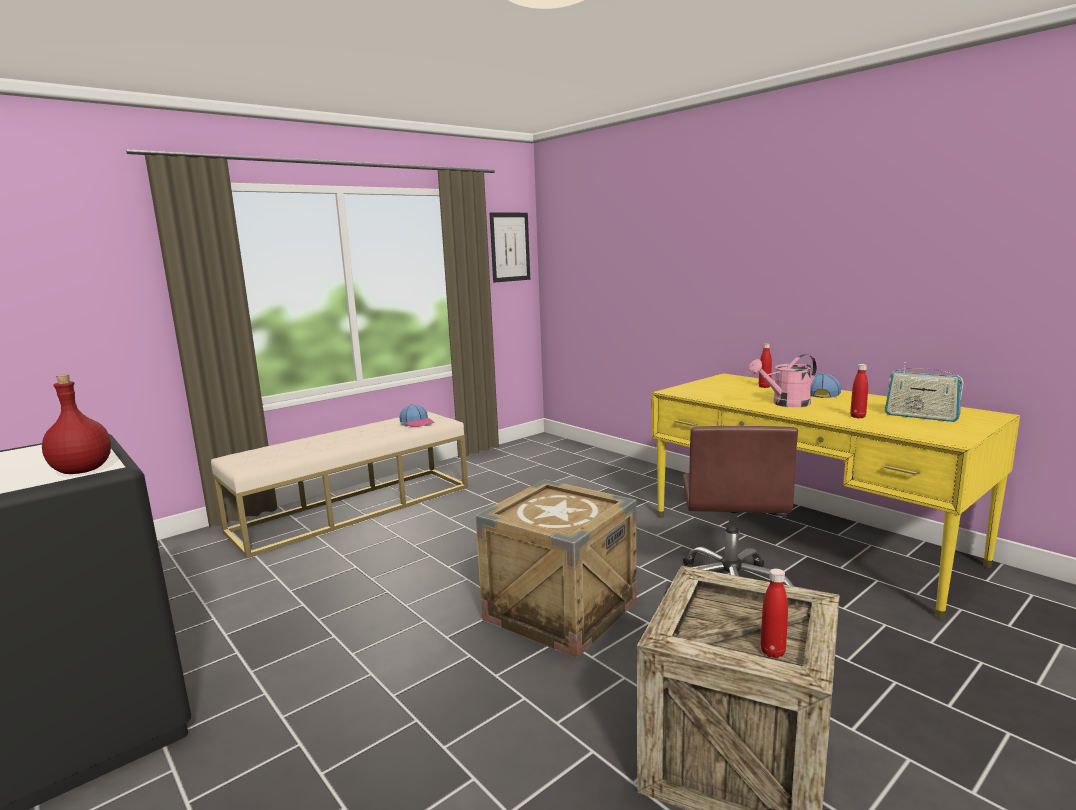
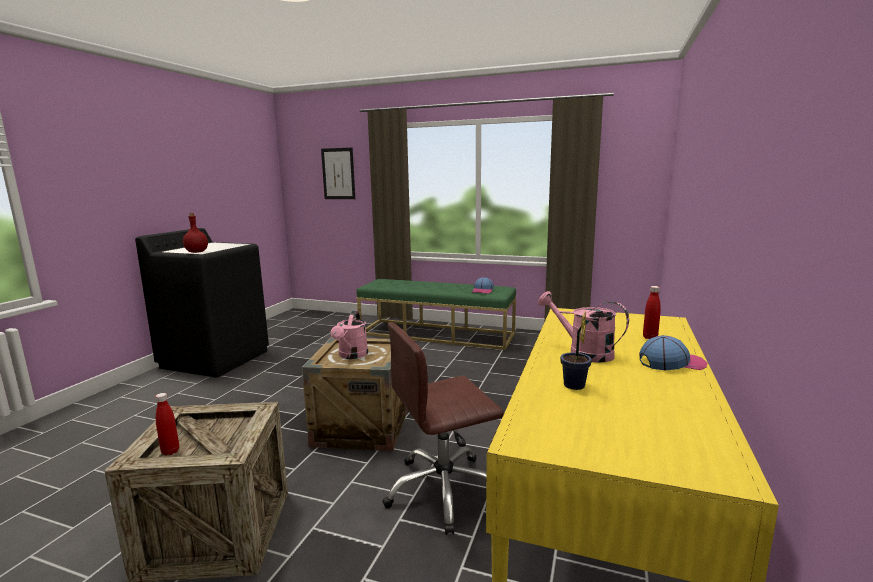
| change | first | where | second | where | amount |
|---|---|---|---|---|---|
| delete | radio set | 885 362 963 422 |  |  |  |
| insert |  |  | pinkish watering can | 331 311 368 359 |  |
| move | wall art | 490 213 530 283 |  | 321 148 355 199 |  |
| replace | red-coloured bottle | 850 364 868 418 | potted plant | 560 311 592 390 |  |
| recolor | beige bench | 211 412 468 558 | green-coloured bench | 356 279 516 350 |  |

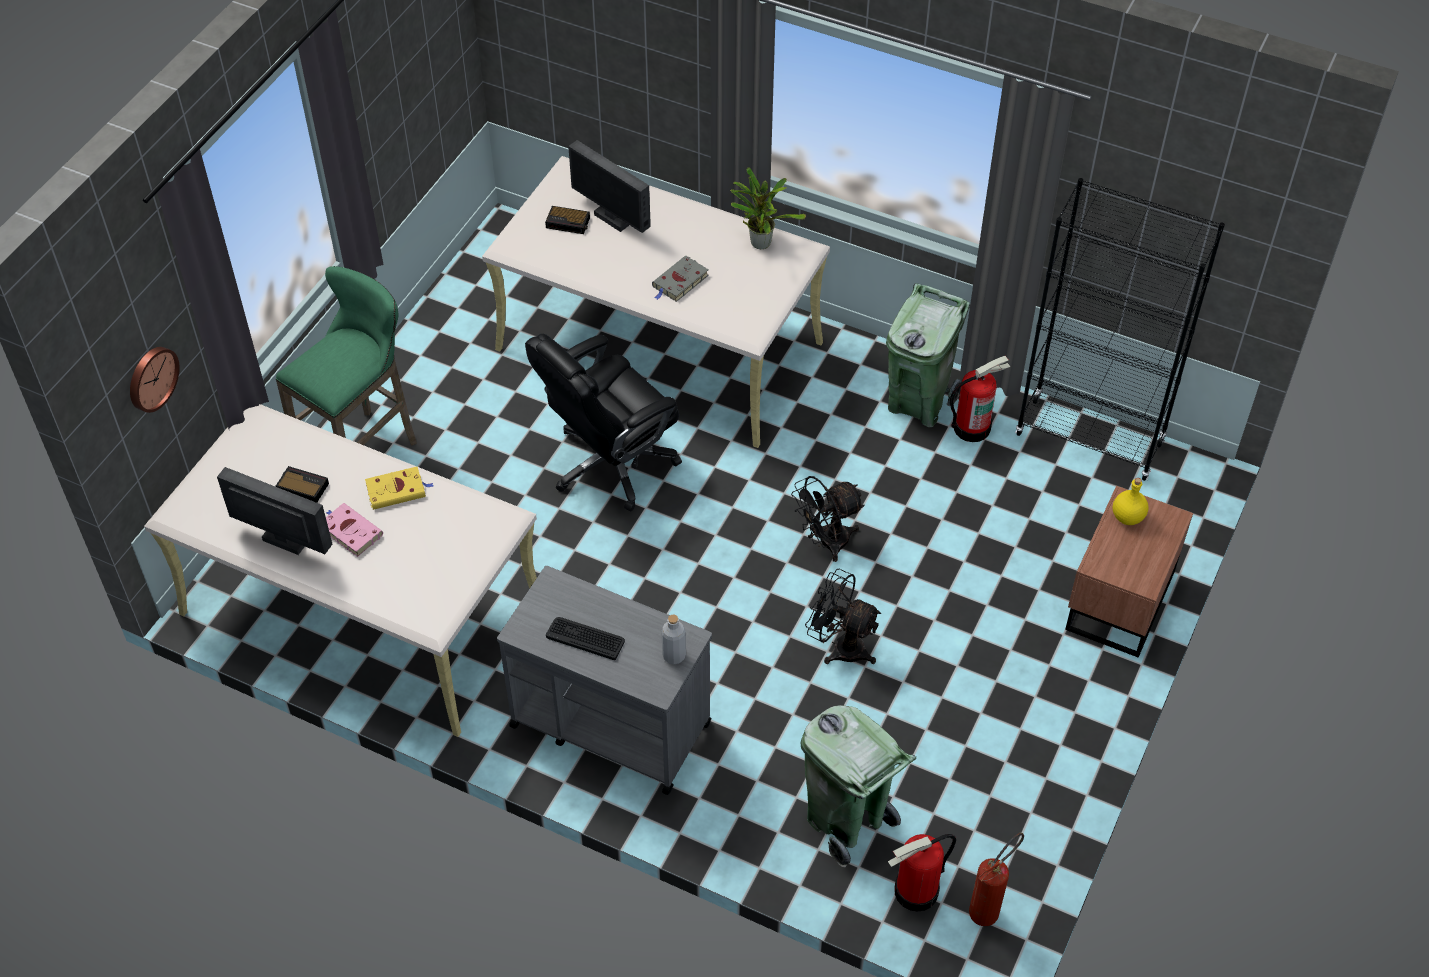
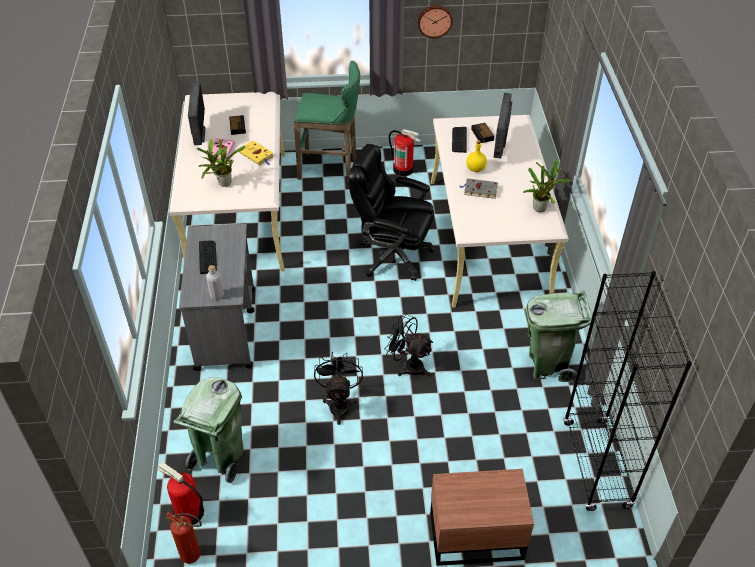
| change | first | where | second | where | amount |
|---|---|---|---|---|---|
| insert |  |  | potted plant | 197 139 246 187 |  |
| insert |  |  | computer keyboard | 452 127 467 153 |  |
| move | hanging clock | 130 347 180 413 |  | 418 5 452 38 |  |
| move | fire extinguisher | 950 356 1011 442 |  | 389 129 421 176 |  |
| move | yellow bottle | 1113 478 1149 525 |  | 466 140 487 172 |  |

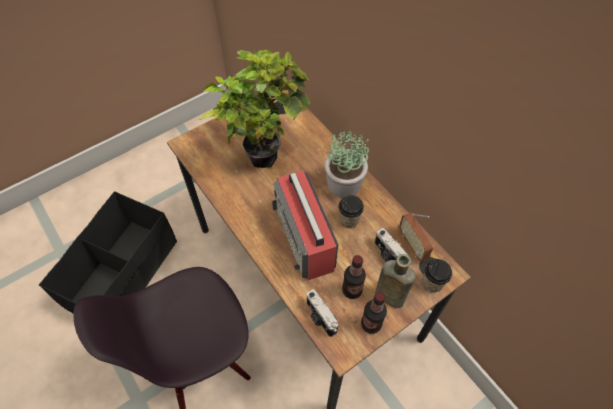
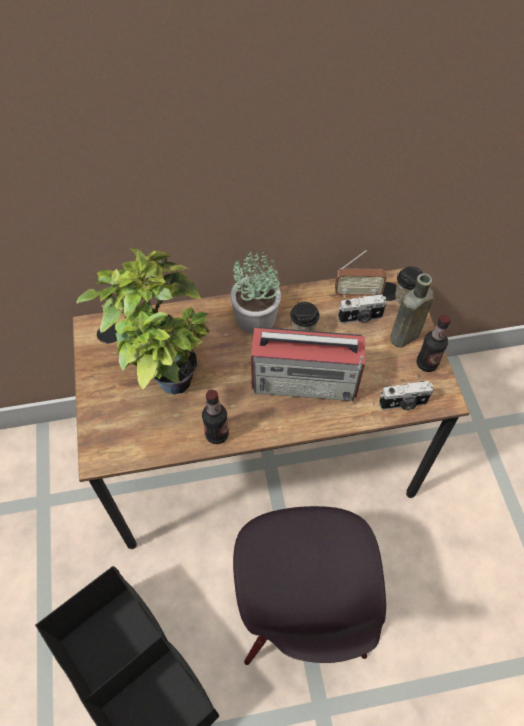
| change | first | where | second | where | amount |
|---|---|---|---|---|---|
| move | bottle | 342 255 366 299 |  | 202 390 229 444 |  |

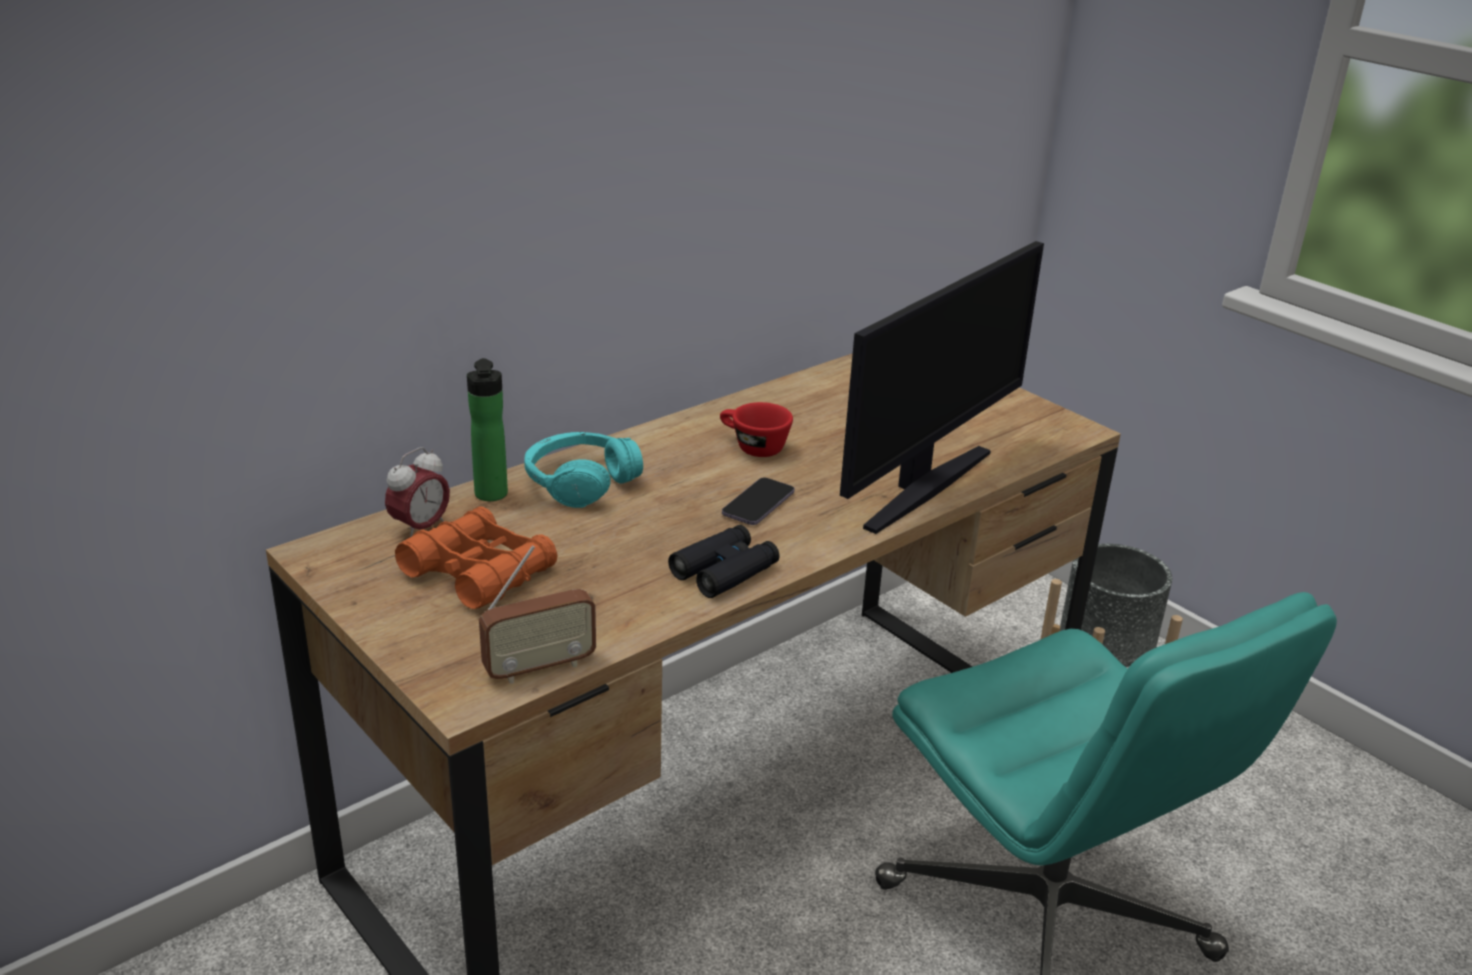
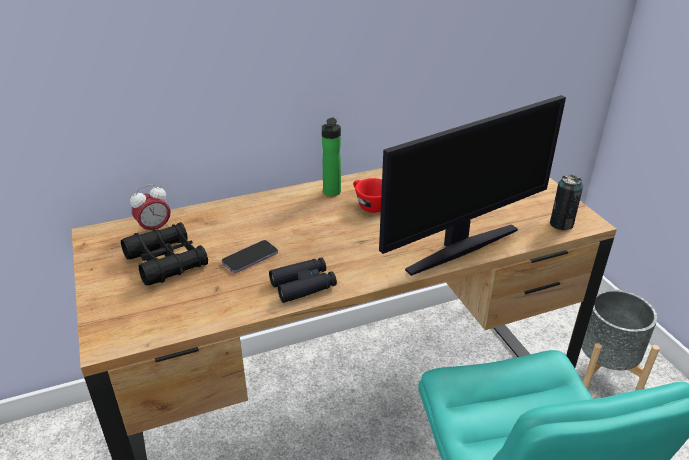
| change | first | where | second | where | amount |
|---|---|---|---|---|---|
| delete | radio set | 479 546 596 684 |  |  |  |
| delete | blue-green headphones | 524 432 643 508 |  |  |  |
| insert |  |  | sealed can | 550 175 583 230 |  |
| move | bottle | 467 358 508 501 |  | 322 117 341 196 |  |
| move | telephone | 722 477 794 525 |  | 222 240 278 273 |  |
| recolor | orange-coloured pair of binoculars | 395 506 558 609 | blackish pair of binoculars | 121 222 208 286 |  |

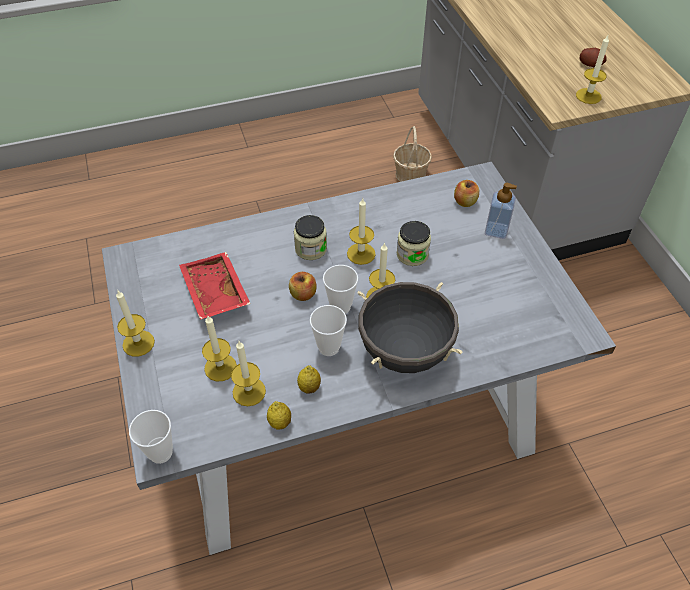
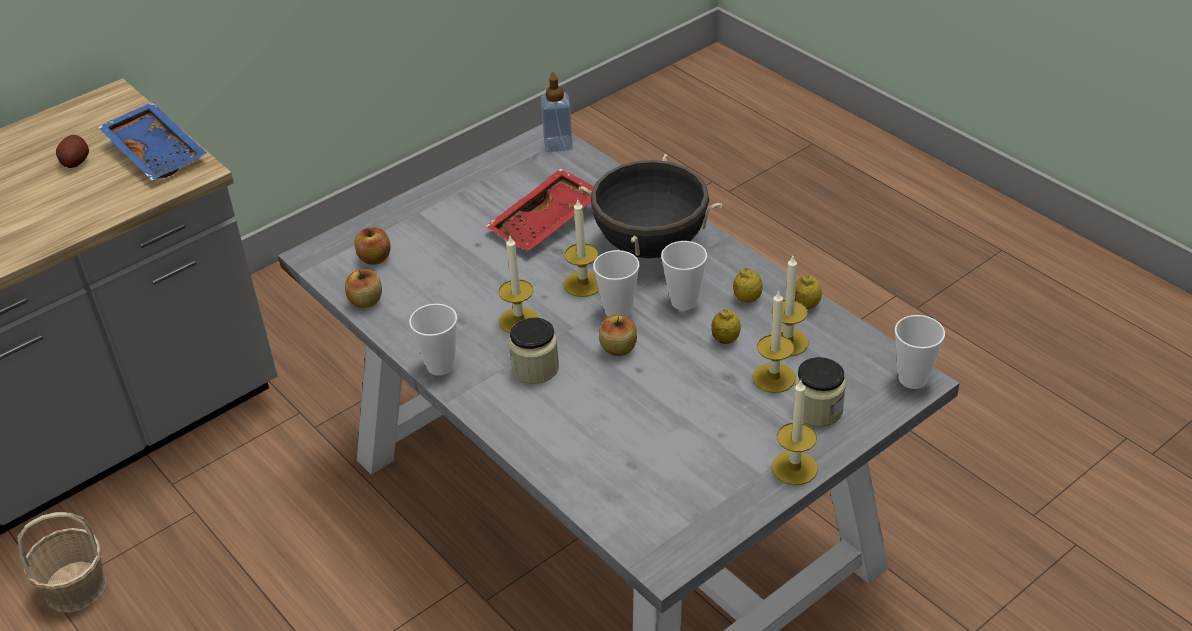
| change | first | where | second | where | amount |
|---|---|---|---|---|---|
| insert |  |  | apple fruit | 345 269 382 308 |  |
| insert |  |  | cup | 409 304 457 376 |  |
| insert |  |  | lemon | 711 309 741 344 |  |
| move | red-coloured carrying tray | 179 252 251 320 |  | 485 168 594 251 |  |
| move | jar | 397 221 431 266 |  | 793 357 846 427 |  |
| move | liquid soap bottle | 485 183 517 239 |  | 541 72 573 152 |  |
| replace | wax candle | 576 35 609 104 | blue carrying tray | 98 102 207 181 |  |

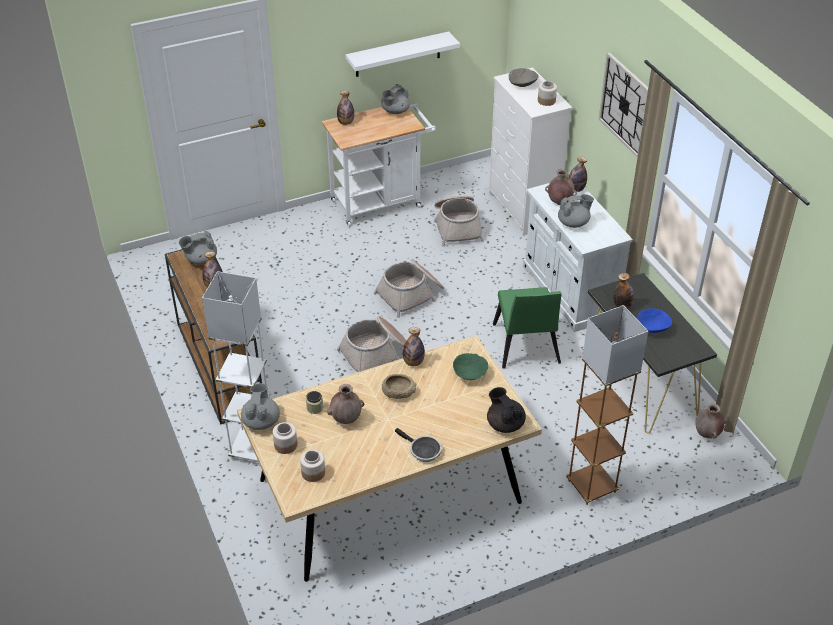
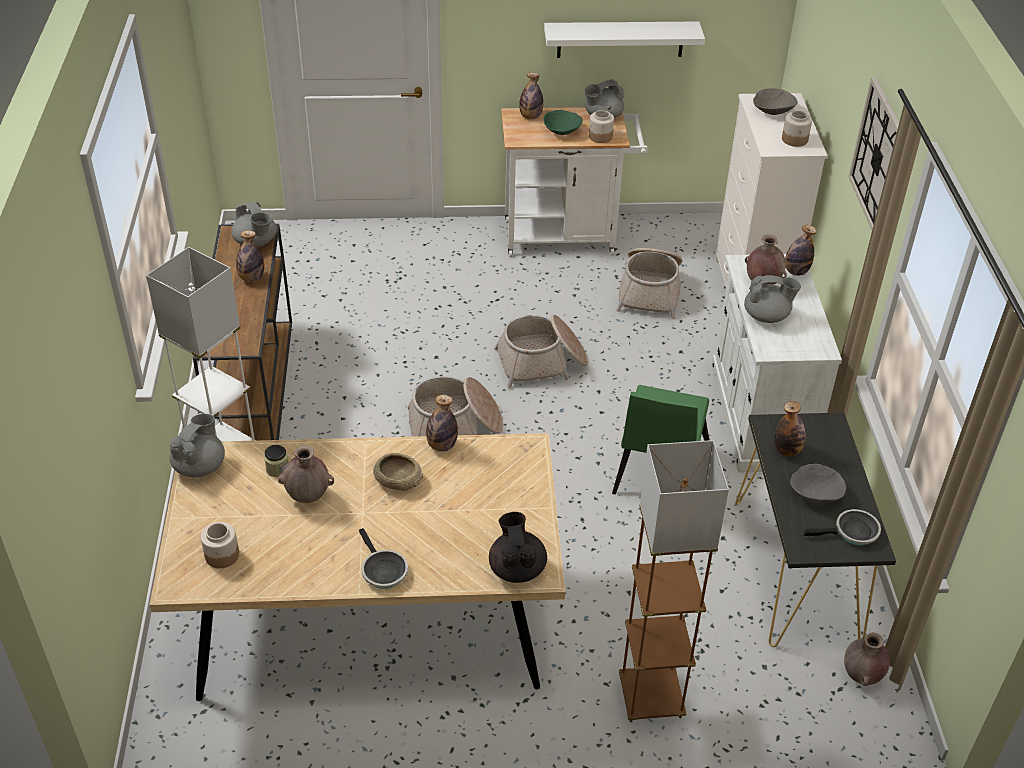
| change | first | where | second | where | amount |
|---|---|---|---|---|---|
| insert |  |  | skillet | 804 509 881 545 |  |
| move | jar | 273 422 298 454 |  | 589 110 614 143 |  |
| move | green-coloured bowl | 453 353 488 380 |  | 543 110 583 135 |  |
| recolor | blue bowl | 636 308 672 333 | gray bowl | 790 464 846 503 |  |
| rotate | gray pot for tea | 179 231 217 265 |  | 231 202 277 247 | 120 degrees counterclockwise |

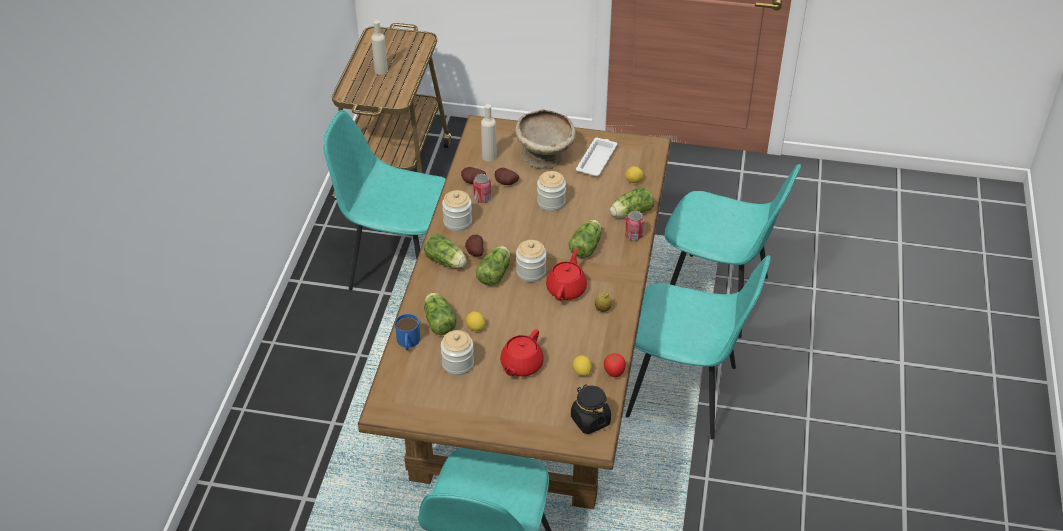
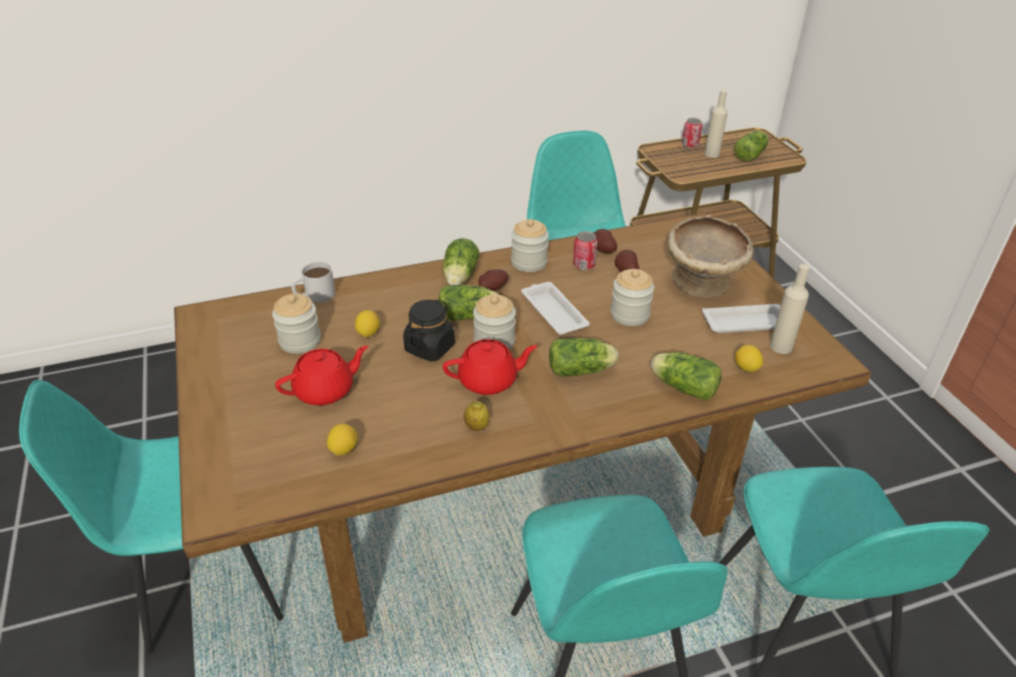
| change | first | where | second | where | amount |
|---|---|---|---|---|---|
| delete | fresh tomato | 604 353 626 377 |  |  |  |
| insert |  |  | whitish carrying tray | 521 282 590 335 |  |
| move | head of lettuce | 424 293 457 335 |  | 734 131 768 162 |  |
| move | beige bottle | 481 104 497 162 |  | 770 264 810 354 |  |
| move | blackish jar | 571 384 611 434 |  | 403 300 455 361 |  |
| move | sealed can | 625 211 644 241 |  | 682 118 702 148 |  |
| recolor | blue tea mug | 395 314 420 350 | whitish tea mug | 291 262 335 303 |  |
| rotate | red-coloured pot for tea | 500 329 544 376 |  | 275 346 368 406 | 150 degrees clockwise |

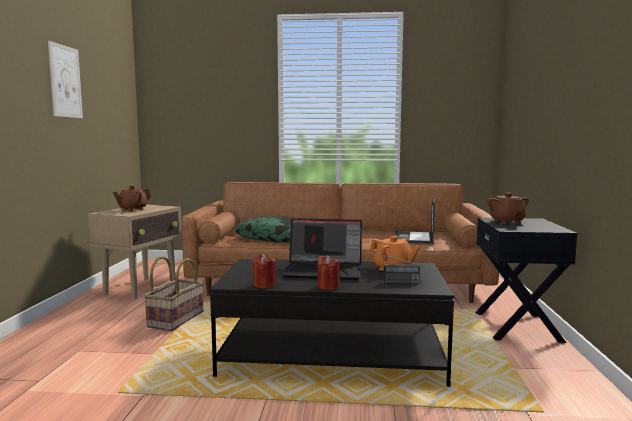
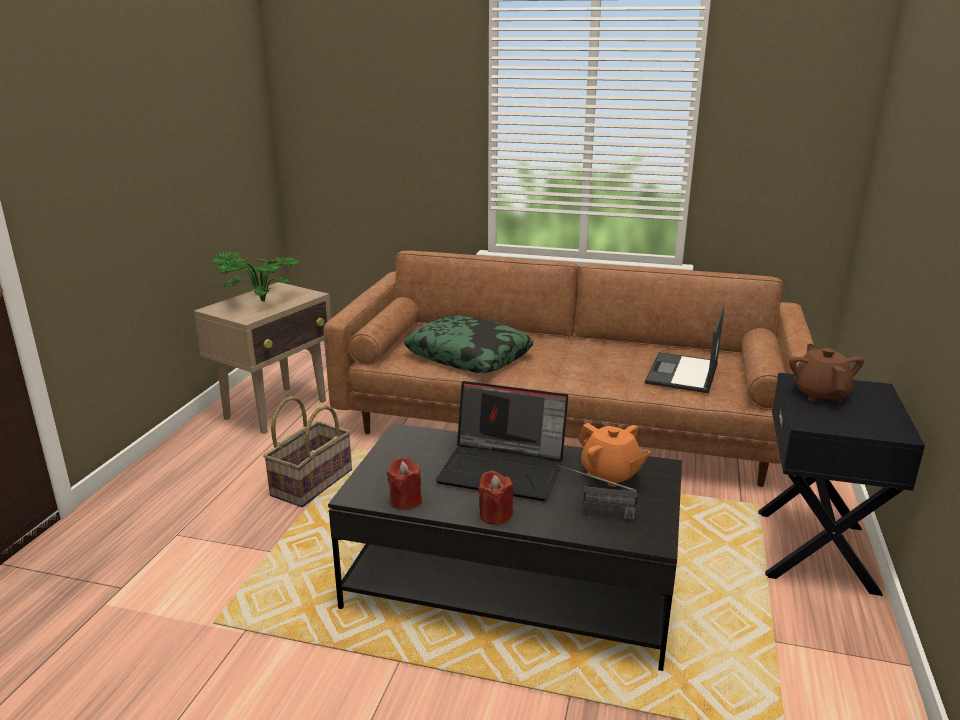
| change | first | where | second | where | amount |
|---|---|---|---|---|---|
| delete | wall art | 48 41 83 118 |  |  |  |
| replace | brownish pot for tea | 113 186 151 211 | potted plant | 210 251 300 301 |  |

